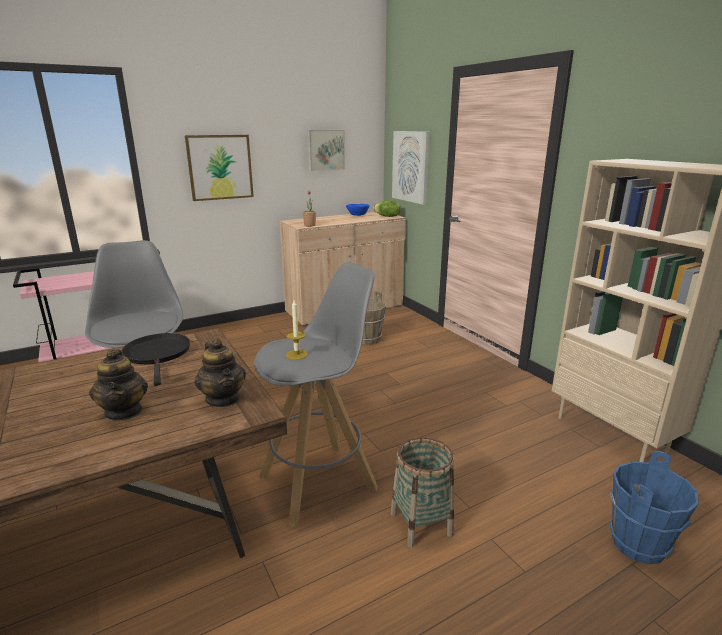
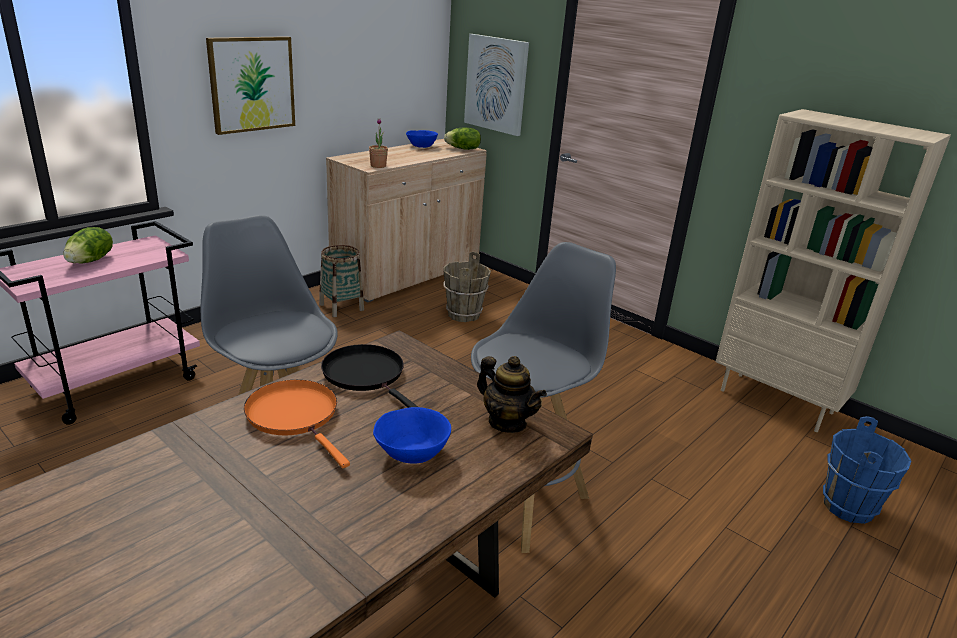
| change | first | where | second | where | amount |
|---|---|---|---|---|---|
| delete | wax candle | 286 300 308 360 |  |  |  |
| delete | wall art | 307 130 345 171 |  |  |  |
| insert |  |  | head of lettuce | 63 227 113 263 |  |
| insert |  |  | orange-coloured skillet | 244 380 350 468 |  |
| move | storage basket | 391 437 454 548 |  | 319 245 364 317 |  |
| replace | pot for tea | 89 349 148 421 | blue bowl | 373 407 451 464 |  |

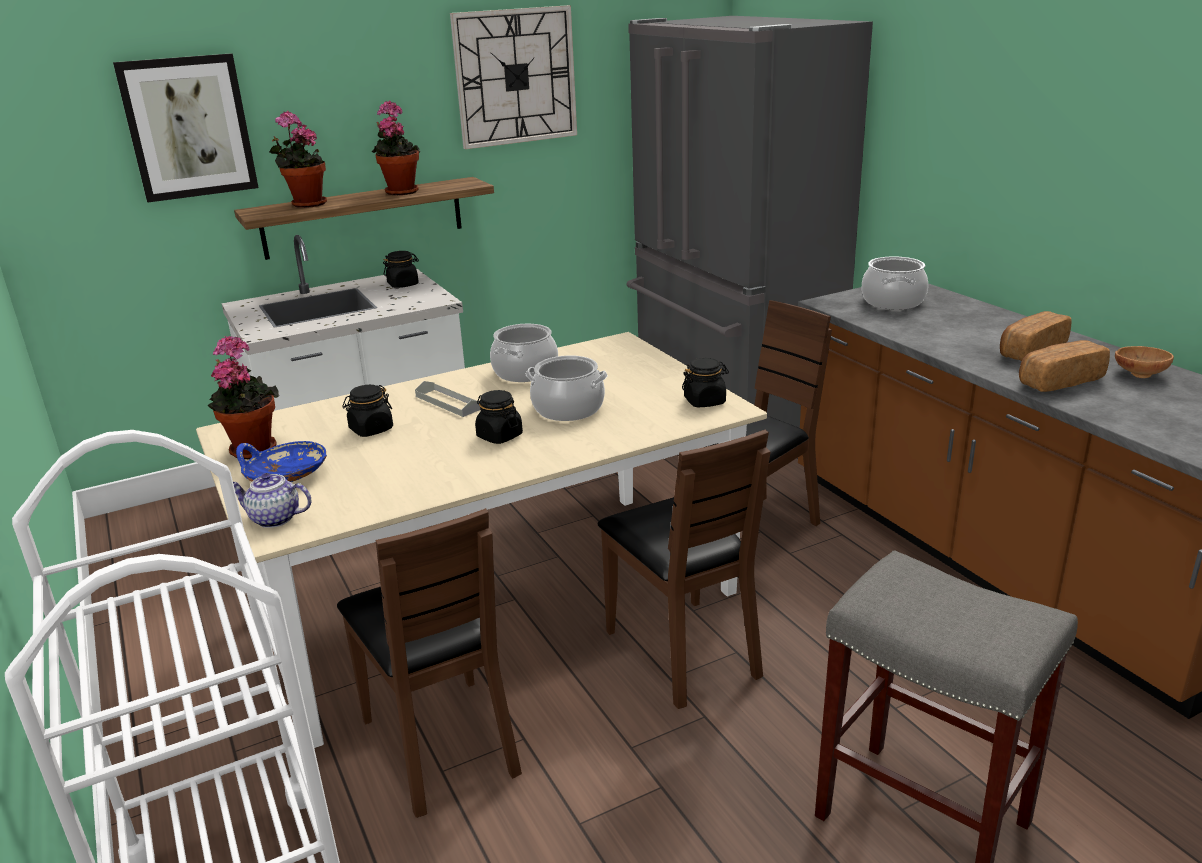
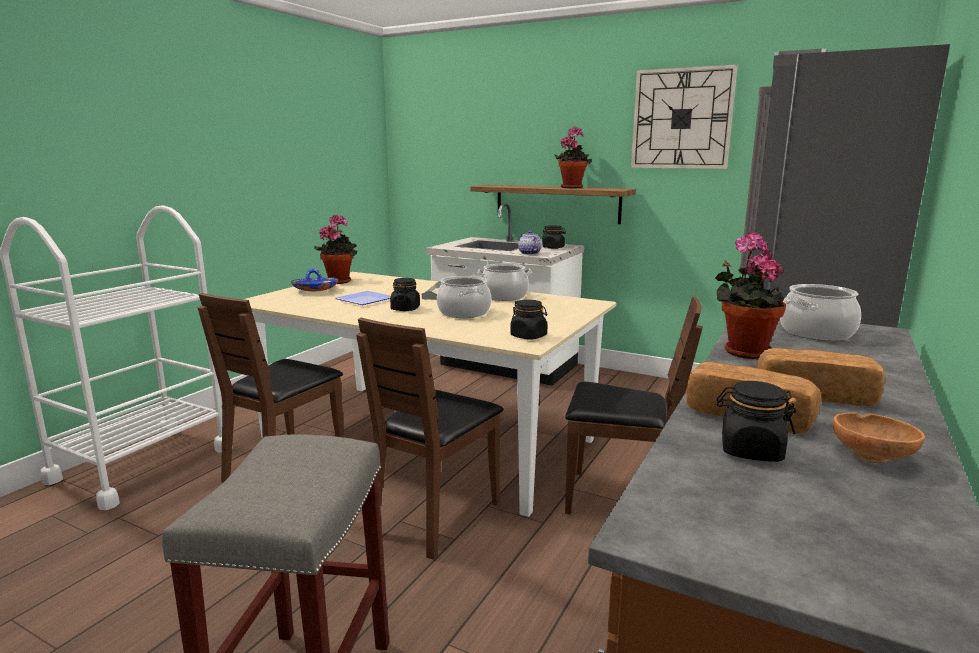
| change | first | where | second | where | amount |
|---|---|---|---|---|---|
| delete | wall art | 113 53 258 202 |  |  |  |
| insert |  |  | flat dish | 335 291 391 305 |  |
| move | pot for tea | 233 473 311 528 |  | 518 231 542 255 |  |
| move | potted plant | 269 111 327 208 |  | 715 232 786 359 |  |
| move | blackish jar | 342 385 393 437 |  | 717 381 796 462 |  |

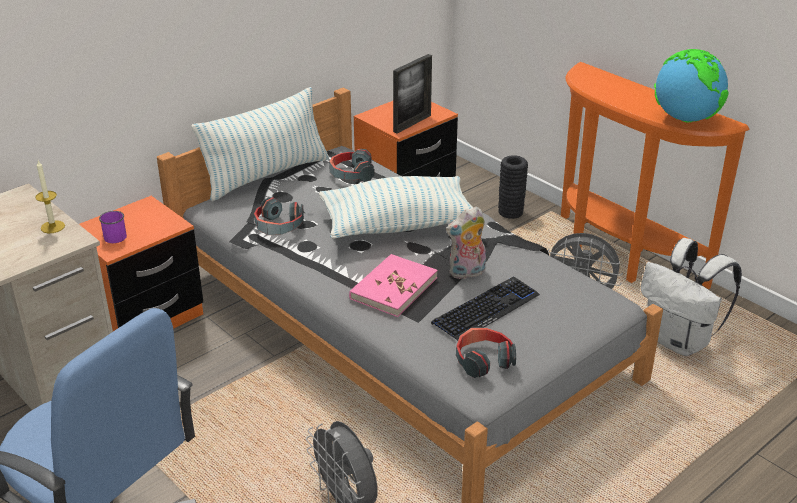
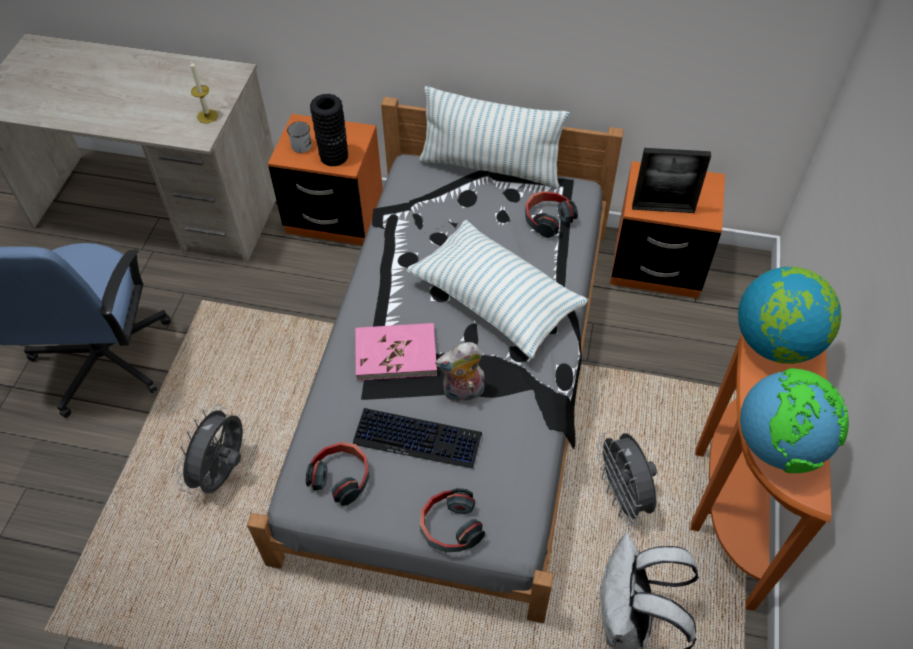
| change | first | where | second | where | amount |
|---|---|---|---|---|---|
| insert |  |  | desk globe | 738 267 841 364 |  |
| move | headphones | 254 197 304 235 |  | 420 488 485 552 |  |
| move | blackish vase | 498 155 528 219 |  | 310 94 348 166 |  |
| recolor | purple tea mug | 99 211 127 243 | whitish tea mug | 287 122 312 153 |  |
| rotate | cuddly toy | 446 206 486 280 |  | 435 342 484 403 | 45 degrees counterclockwise |

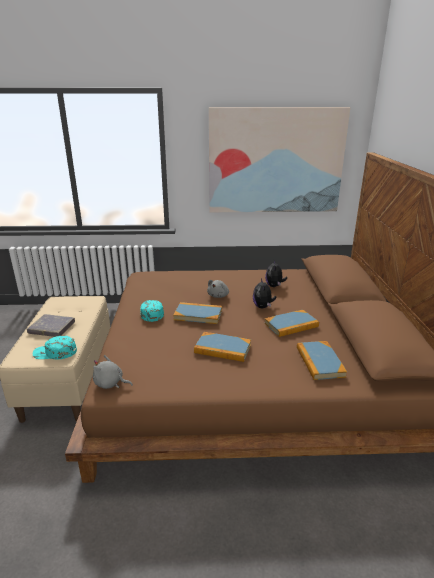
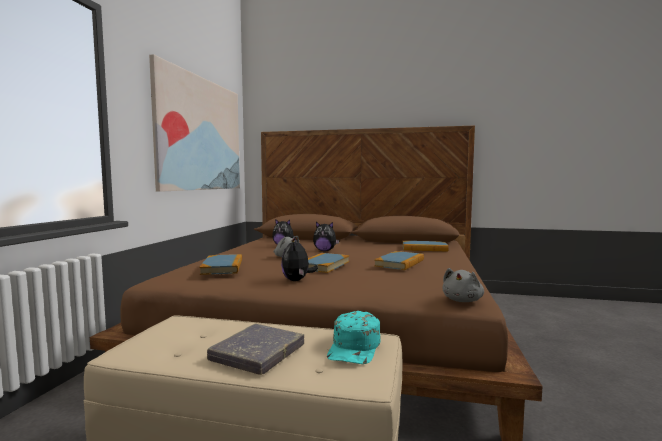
| change | first | where | second | where | amount |
|---|---|---|---|---|---|
| move | bound book | 264 310 319 337 |  | 199 254 242 275 |  |
| replace | blue-green peaked cap | 140 300 164 322 | cuddly toy | 281 238 318 281 |  |

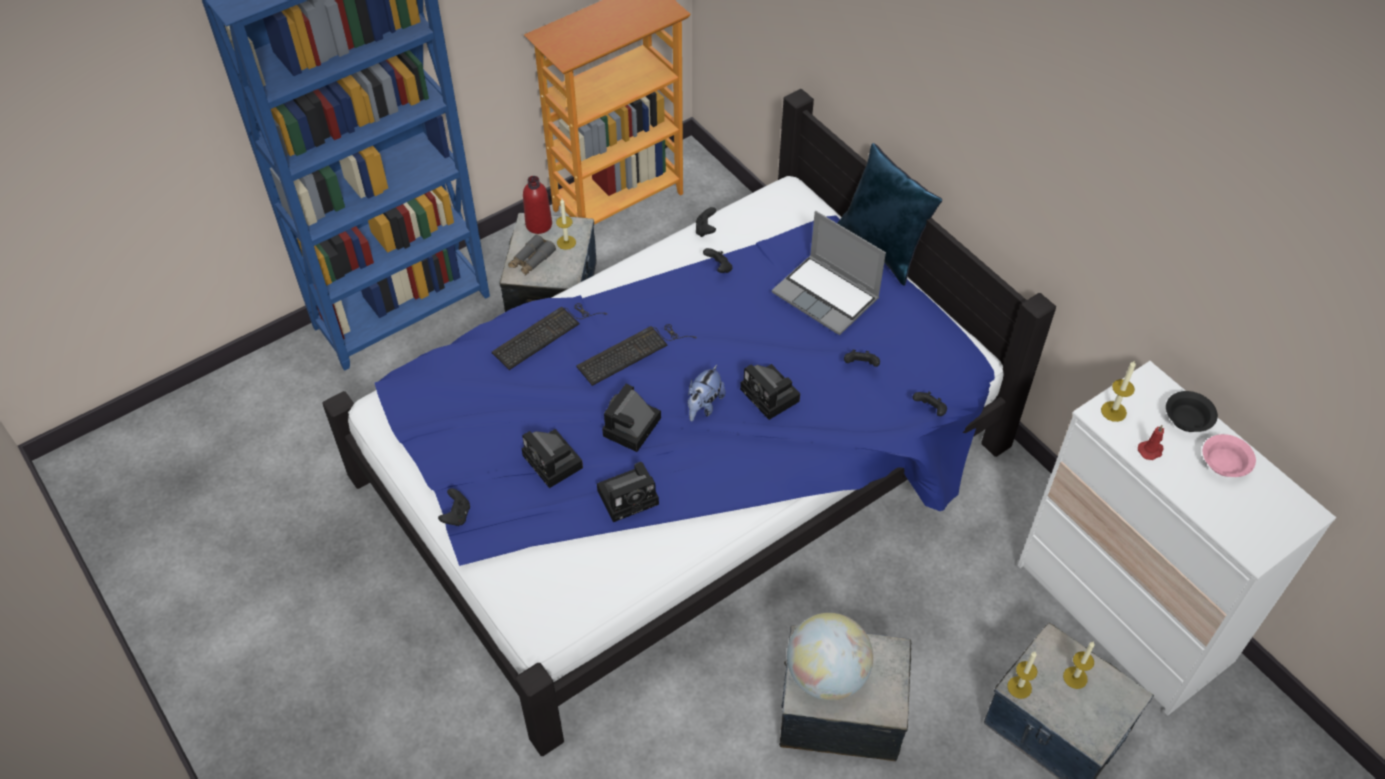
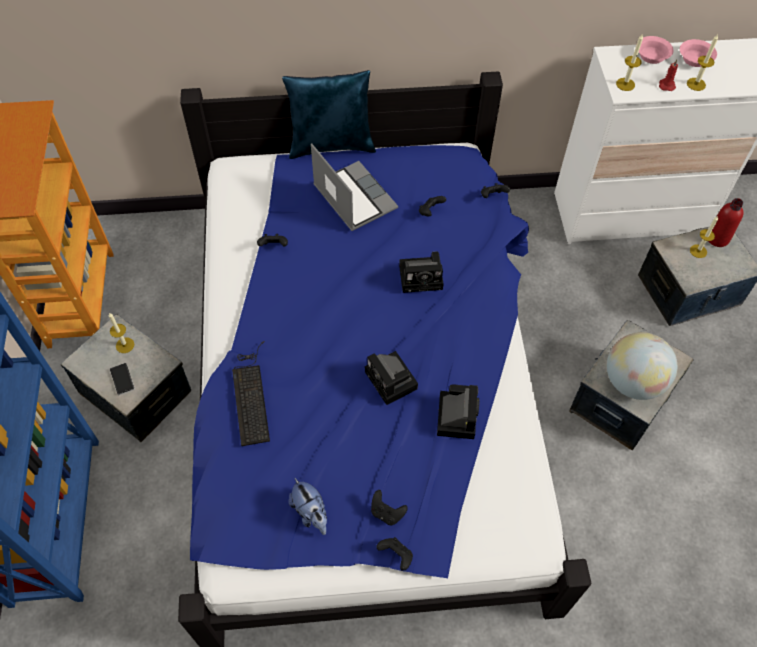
| change | first | where | second | where | amount |
|---|---|---|---|---|---|
| delete | still camera | 522 429 583 488 |  |  |  |
| delete | computer keyboard | 576 324 697 386 |  |  |  |
| move | red-coloured bottle | 523 176 552 234 |  | 708 198 743 247 |  |
| move | cuddly toy | 688 365 725 421 |  | 288 478 327 535 |  |
| move | blackish gamepad | 696 207 716 237 |  | 371 490 408 525 |  |
| move | wax candle | 1007 652 1038 699 |  | 687 34 718 91 |  |
| replace | gray pair of binoculars | 508 234 556 275 | telephone | 110 363 135 396 |  |
| recolor | blackish bowl | 1166 391 1218 432 | pinkish bowl | 636 36 673 64 |  |
| rotate | laptop | 772 211 886 335 |  | 311 143 398 231 | 105 degrees counterclockwise |

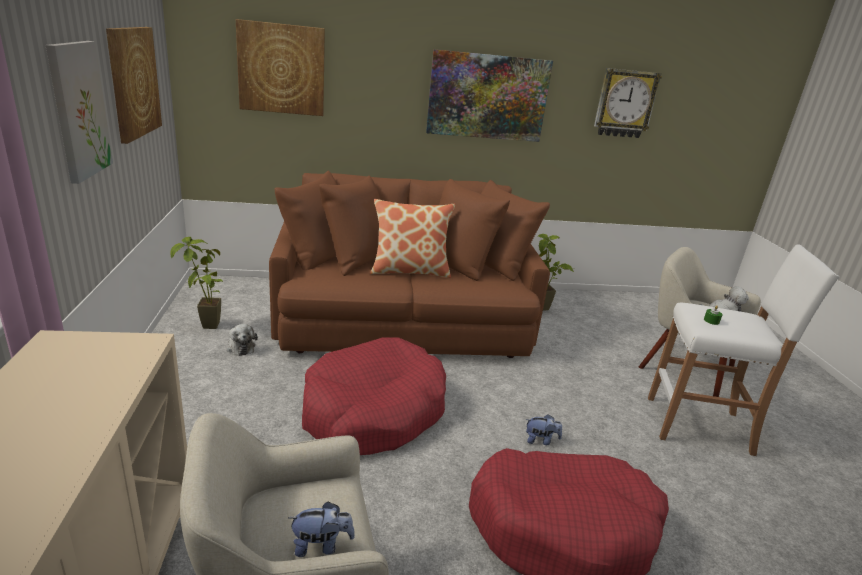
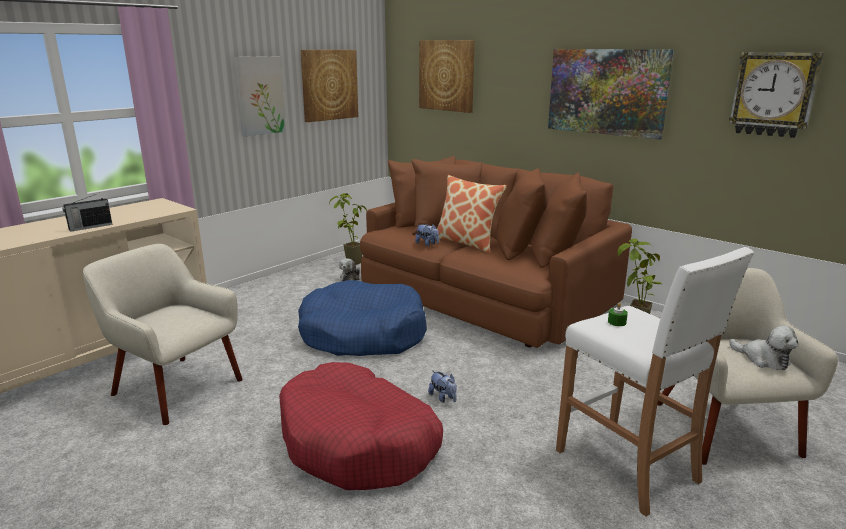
| change | first | where | second | where | amount |
|---|---|---|---|---|---|
| insert |  |  | radio set | 62 194 113 232 |  |
| move | cuddly toy | 288 501 355 557 |  | 415 224 439 246 |  |
| recolor | red-coloured pet bed | 302 338 446 455 | blue pet bed | 298 280 427 356 |  |

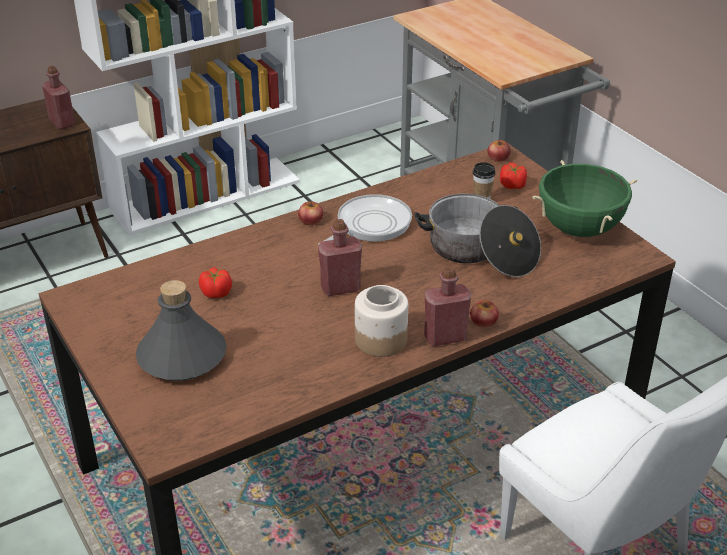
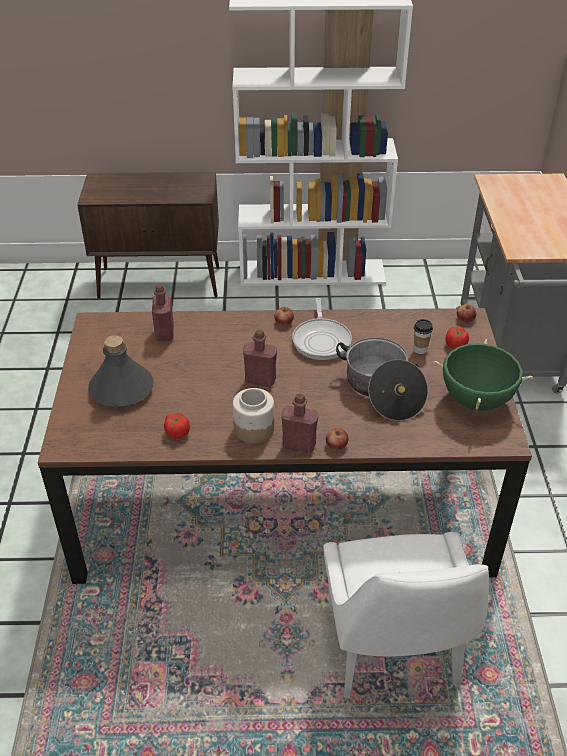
| change | first | where | second | where | amount |
|---|---|---|---|---|---|
| move | red-coloured bottle | 42 66 75 129 |  | 152 284 174 341 |  |
| move | fresh tomato | 199 267 232 298 |  | 164 413 190 439 |  |
| rotate | skillet | 318 194 412 245 |  | 292 298 352 360 | 105 degrees clockwise |

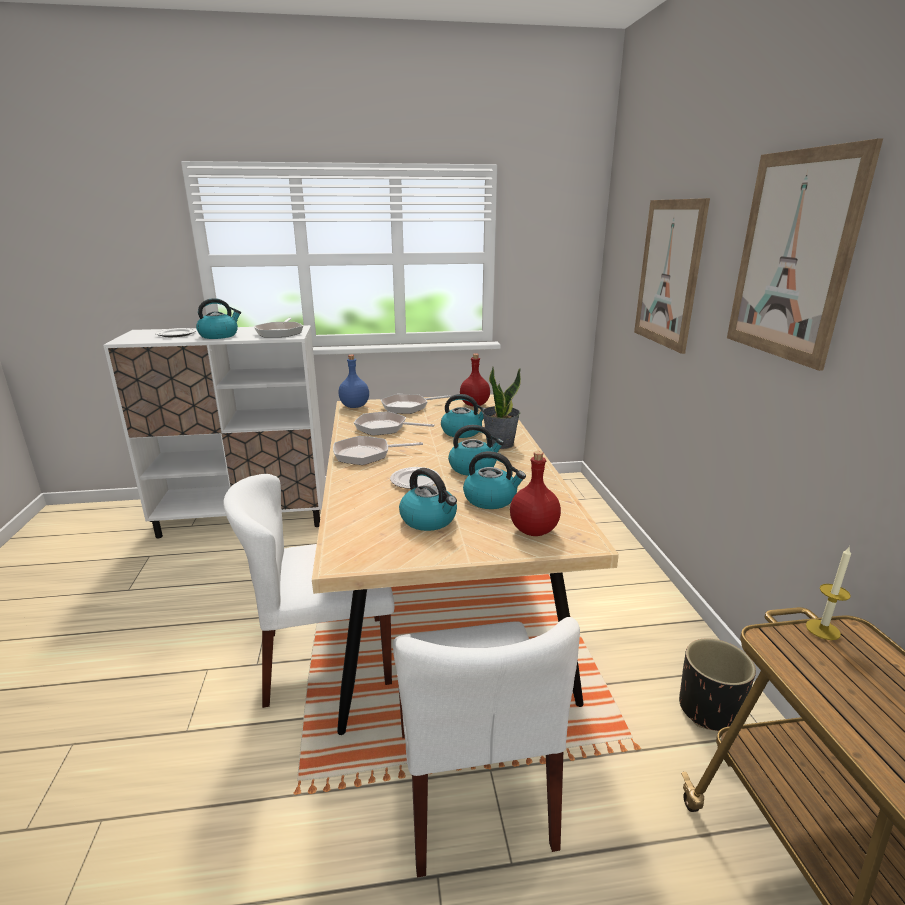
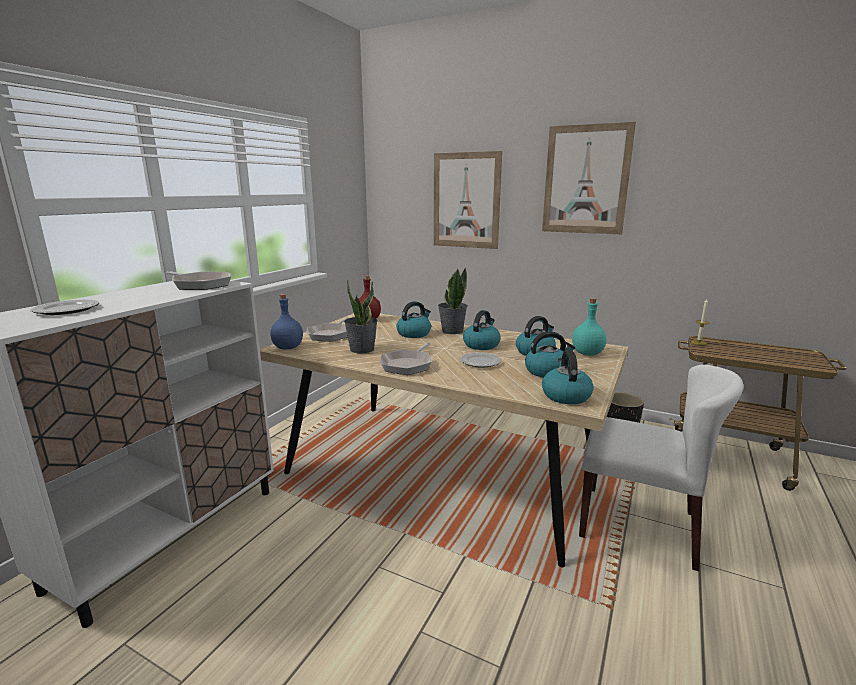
| change | first | where | second | where | amount |
|---|---|---|---|---|---|
| delete | whitish chair | 223 474 395 708 |  |  |  |
| move | tea kettle | 196 298 241 339 |  | 542 350 594 404 |  |
| replace | skillet | 354 411 434 436 | potted plant | 344 279 378 353 |  |
| recolor | red-coloured bottle | 510 451 561 536 | blue-green bottle | 572 298 606 356 |  |

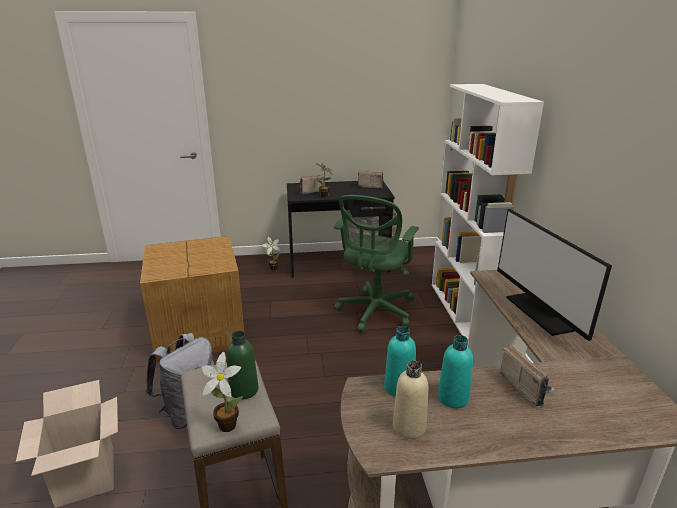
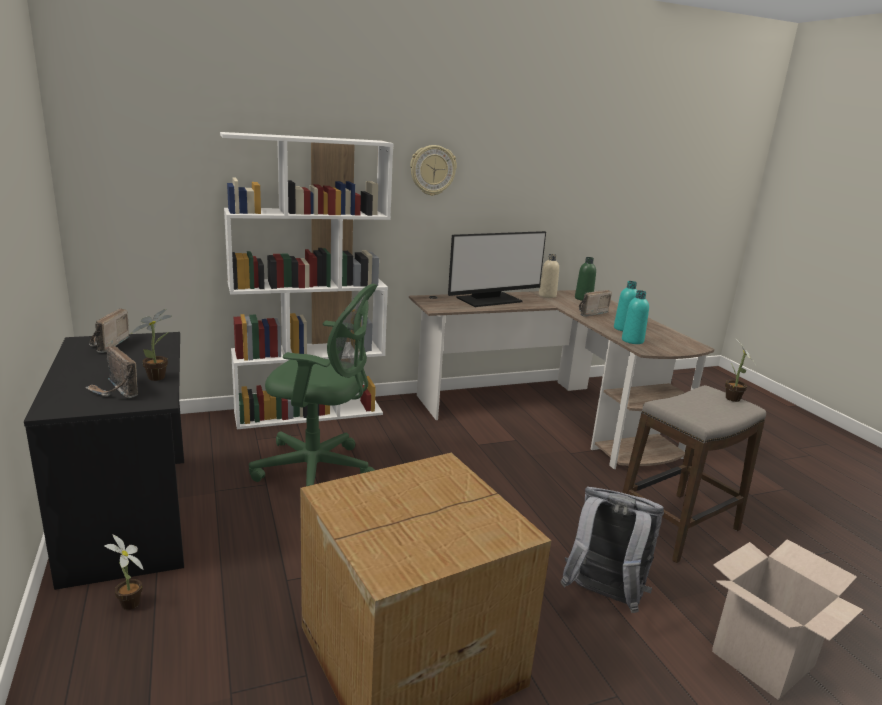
| change | first | where | second | where | amount |
|---|---|---|---|---|---|
| insert |  |  | hanging clock | 410 145 457 196 |  |
| move | green-coloured bottle | 226 331 258 399 |  | 575 257 596 301 |  |
| move | beige bottle | 393 361 429 439 |  | 539 254 559 298 |  |

